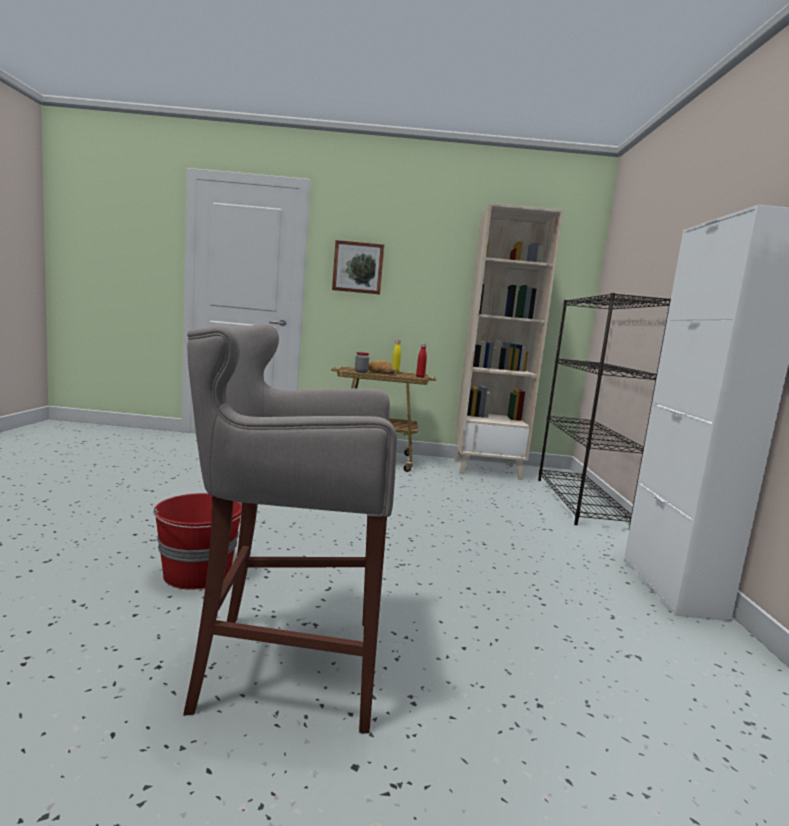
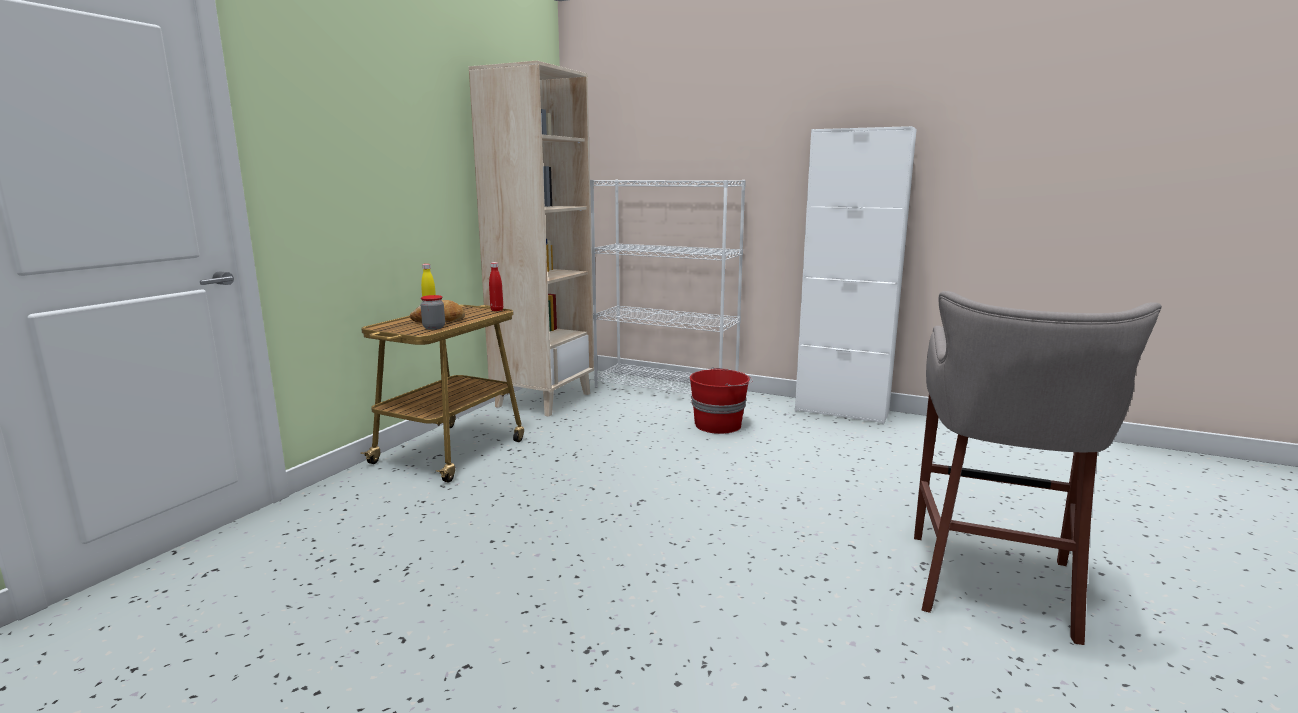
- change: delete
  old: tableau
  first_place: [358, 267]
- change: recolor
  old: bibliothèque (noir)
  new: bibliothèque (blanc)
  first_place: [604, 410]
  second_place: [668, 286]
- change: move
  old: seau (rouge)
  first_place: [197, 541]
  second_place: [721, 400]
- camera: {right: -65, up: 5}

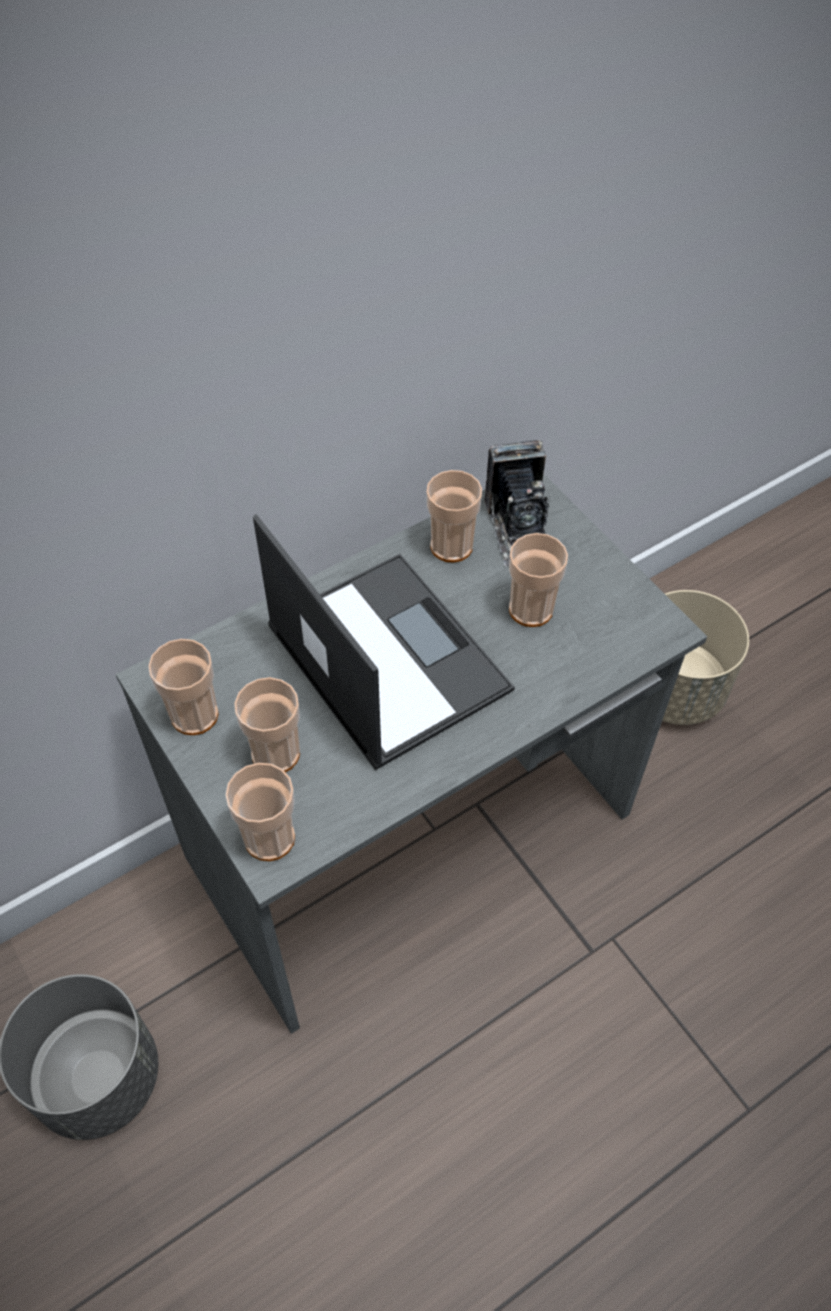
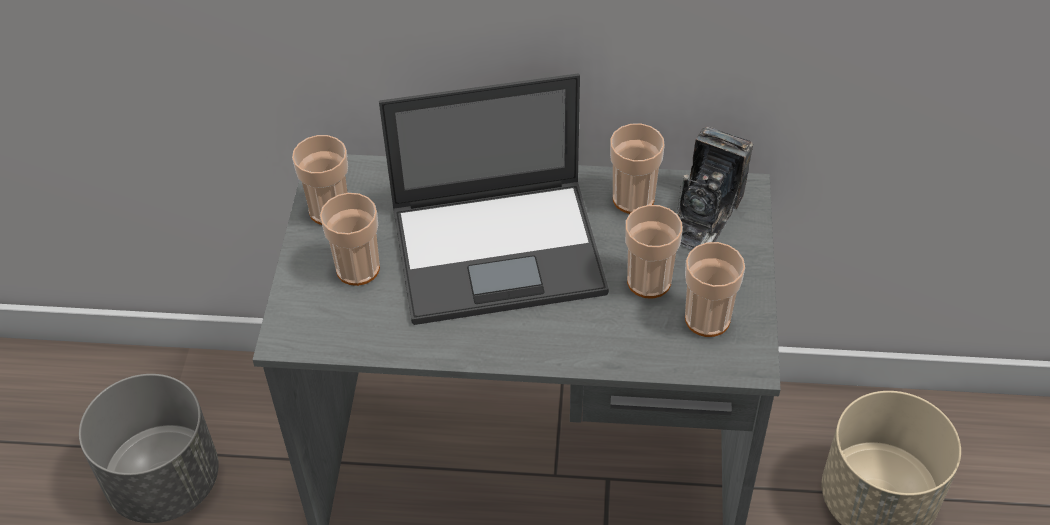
- change: rotate
  old: ordinateur portable
  first_place: [384, 642]
  second_place: [494, 199]
  degrees: 75
- change: move
  old: tasse
  first_place: [260, 812]
  second_place: [715, 289]
- camera: {right: 40, up: -5}

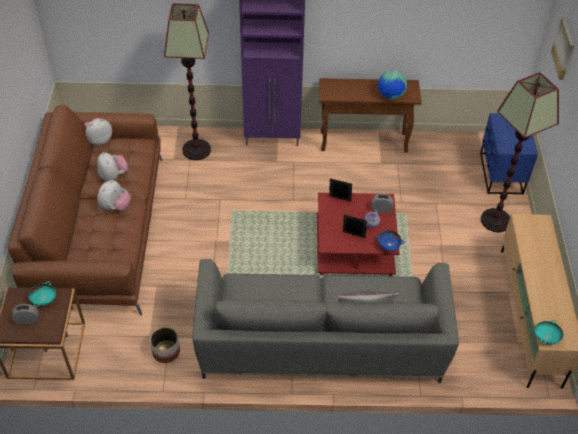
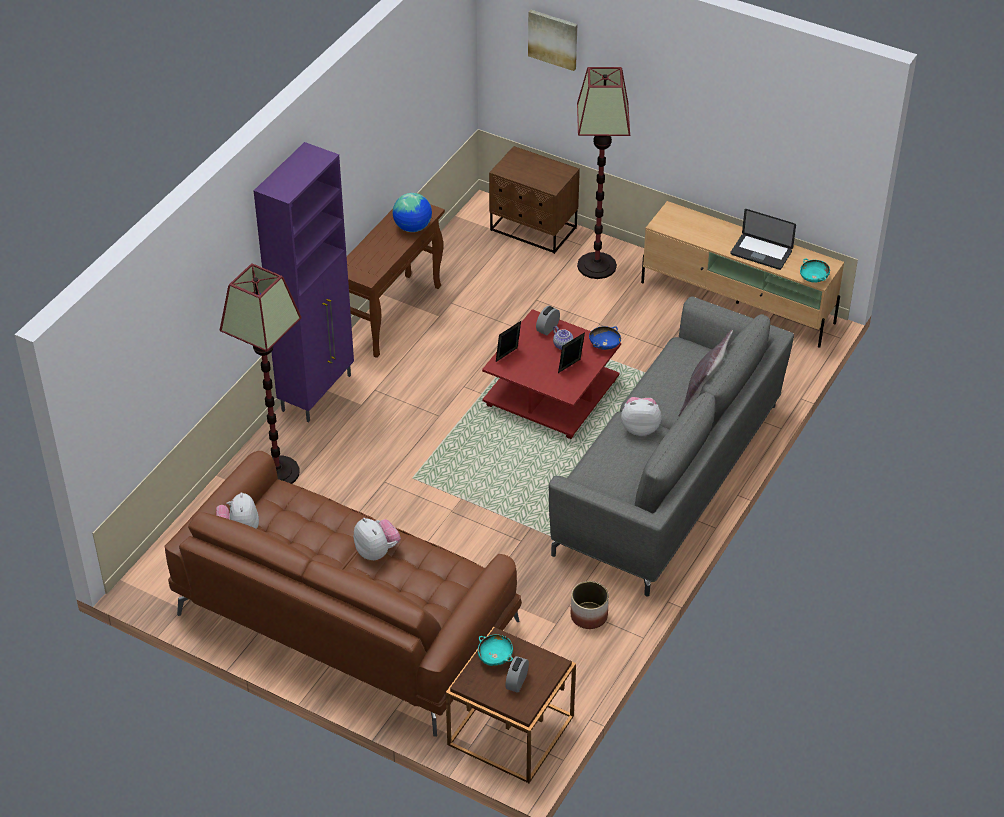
- change: recolor
  old: table de chevet (bleu)
  new: table de chevet (marron)
  first_place: [509, 154]
  second_place: [534, 200]
- change: move
  old: peluche
  first_place: [113, 166]
  second_place: [641, 416]
- change: insert
  new: ordinateur portable
  second_place: [763, 239]
- camera: {right: -60, up: -5}

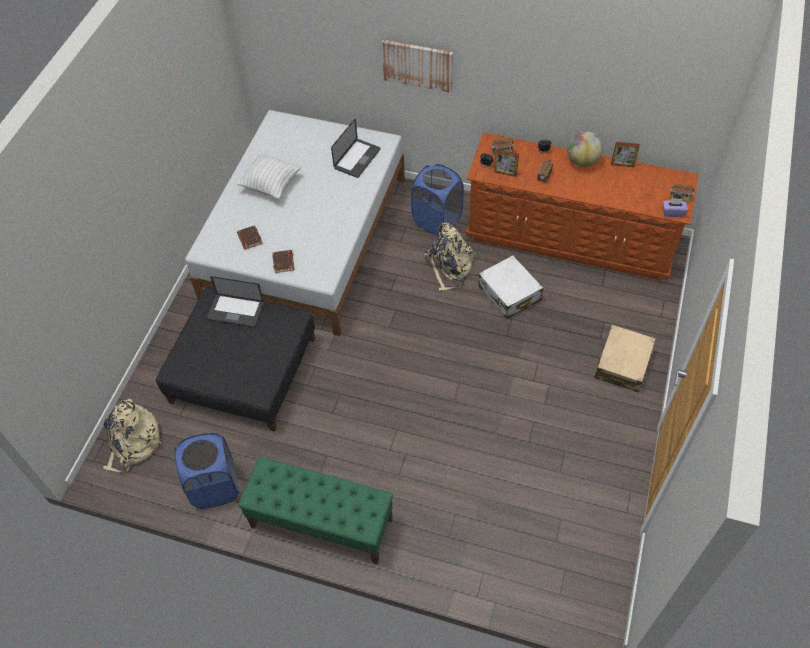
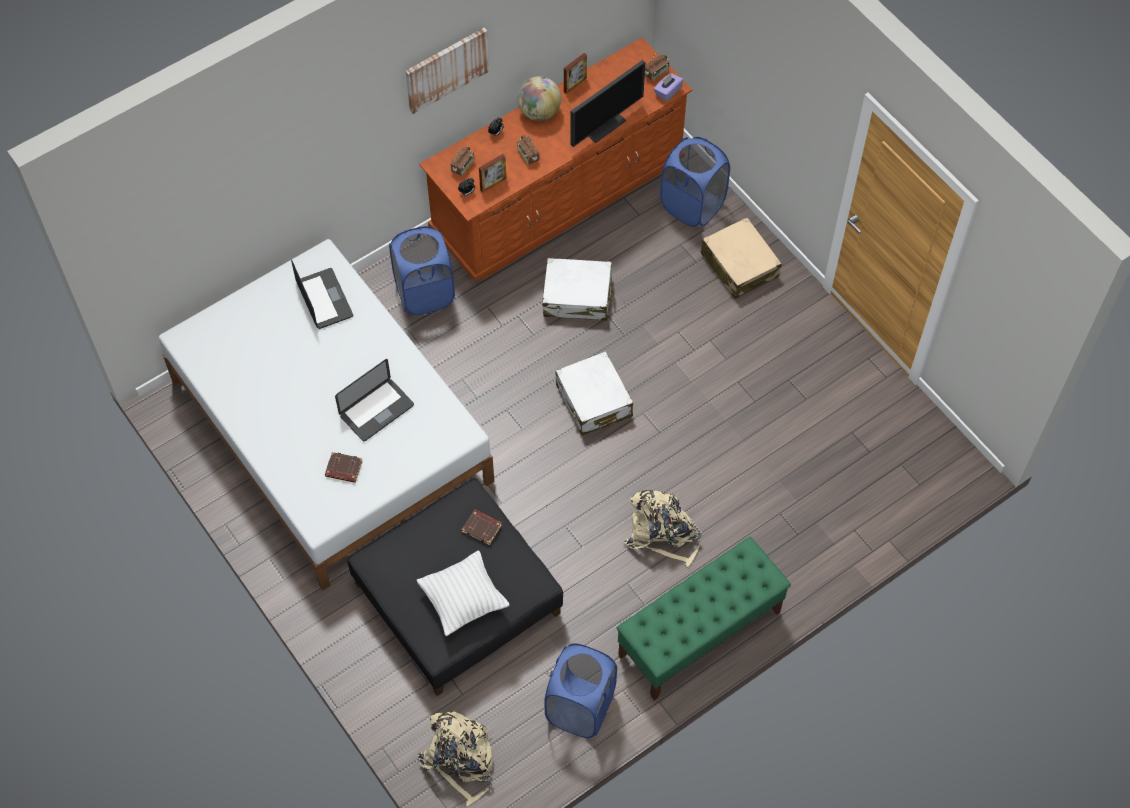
- change: move
  old: tableau
  first_place: [417, 66]
  second_place: [447, 71]
- change: move
  old: coussin (blanc)
  first_place: [268, 176]
  second_place: [463, 593]
- change: move
  old: sac à dos (beige)
  first_place: [450, 256]
  second_place: [662, 528]
- change: move
  old: livre (marron)
  first_place: [283, 261]
  second_place: [482, 527]
- change: move
  old: ordinateur portable
  first_place: [235, 301]
  second_place: [374, 400]
- change: insert
  new: écran d'ordinateur
  second_place: [607, 103]
- change: insert
  new: panier à linge (bleu)
  second_place: [695, 182]
- change: insert
  new: valise (blanc)
  second_place: [594, 393]
- camera: {right: -55, up: 5}

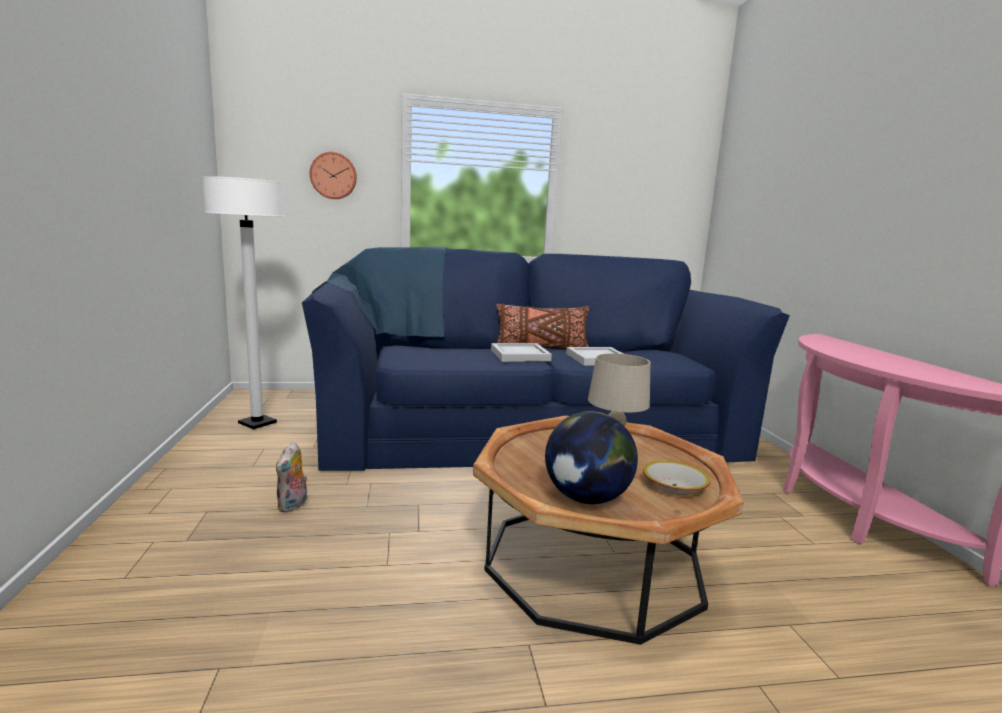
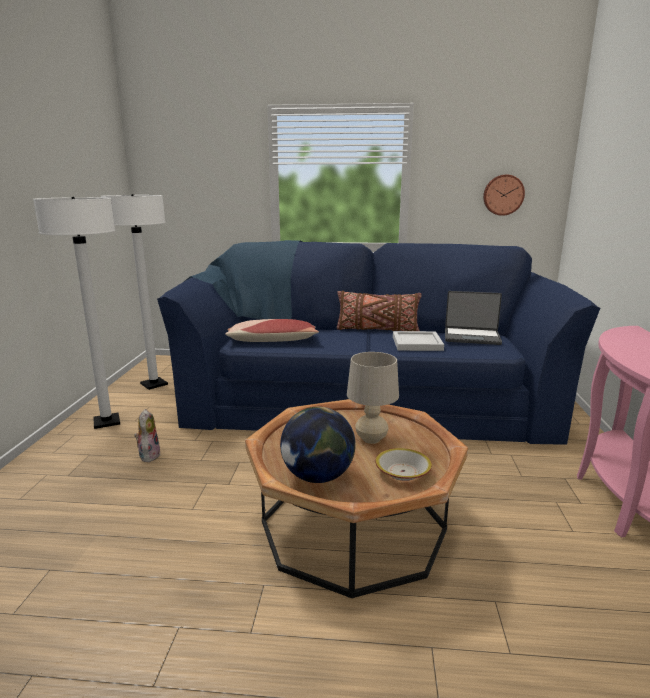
- change: move
  old: horloge murale
  first_place: [333, 175]
  second_place: [504, 195]
- change: delete
  old: plateau (blanc)
  first_place: [521, 352]
- change: rotate
  old: peluche
  first_place: [291, 477]
  second_place: [147, 435]
  degrees: 150
- change: insert
  new: lampadaire (blanc)
  second_place: [76, 313]
- change: insert
  new: ordinateur portable
  second_place: [473, 318]
- change: insert
  new: coussin
  second_place: [272, 330]
- camera: {right: 15, up: 5}

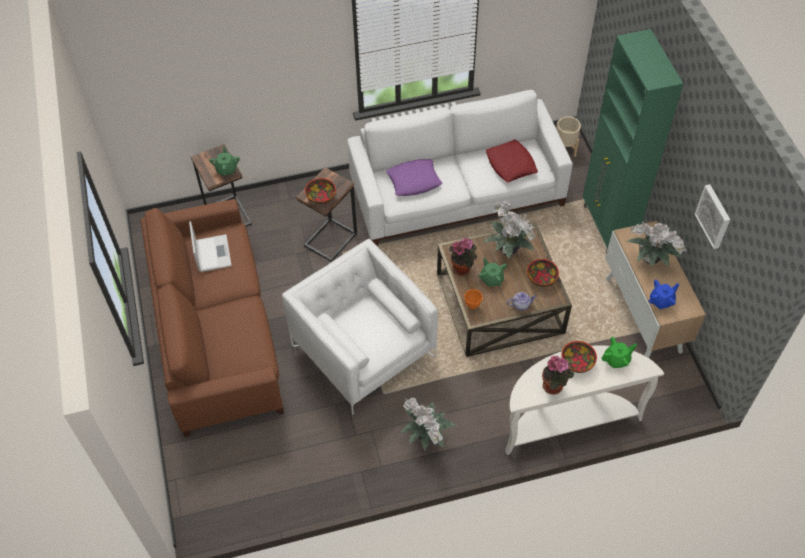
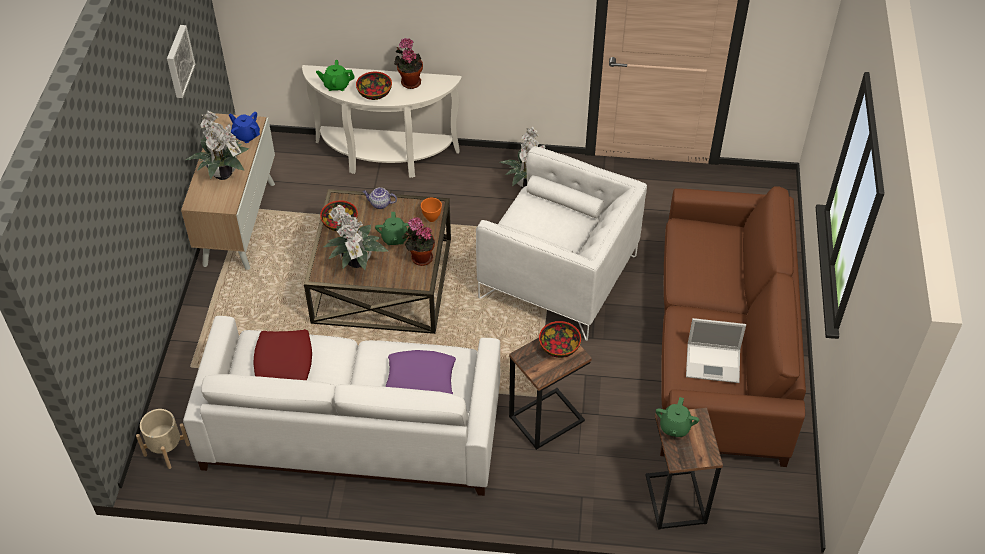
- change: delete
  old: meuble de rangement (vert)
  first_place: [633, 141]
- change: rotate
  old: ordinateur portable
  first_place: [210, 246]
  second_place: [716, 350]
  degrees: -90
- change: rotate
  old: fauteuil (blanc)
  first_place: [360, 327]
  second_place: [561, 243]
  degrees: -45
- change: rotate
  old: théière (bleu)
  first_place: [664, 294]
  second_place: [244, 127]
  degrees: 45
- camera: {right: -160, up: -5}

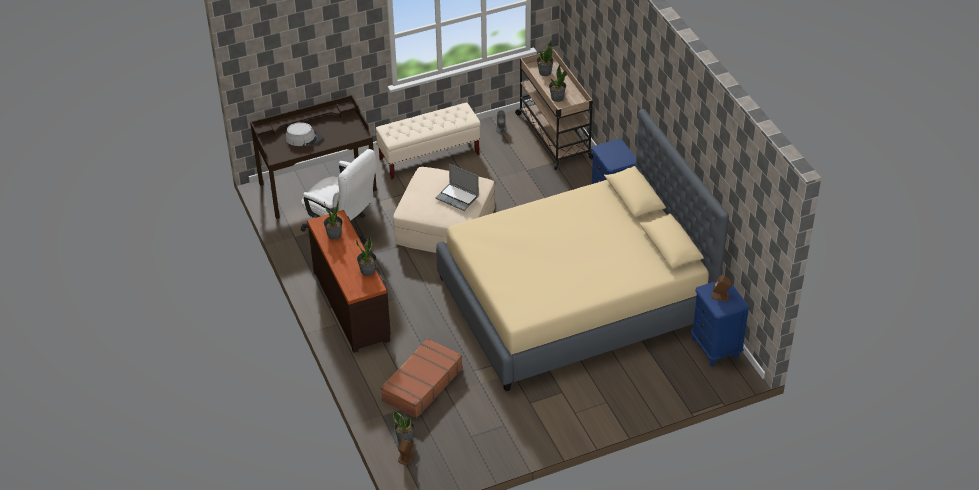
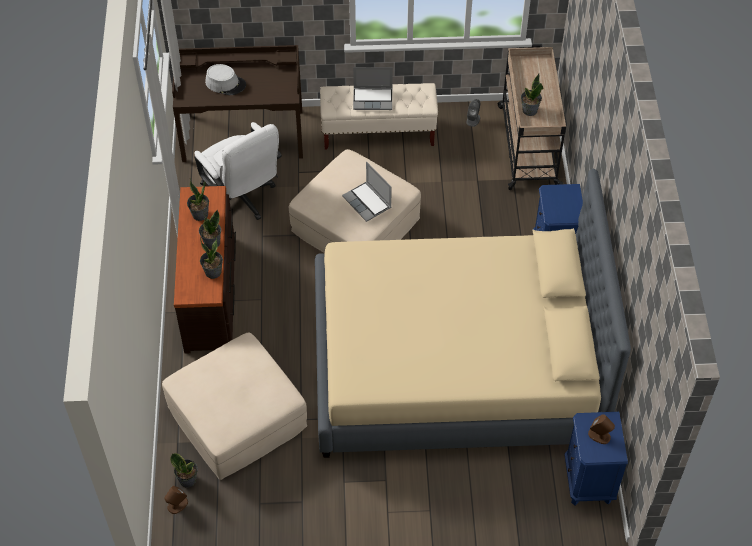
- change: move
  old: plante en pot
  first_place: [545, 58]
  second_place: [210, 229]
- change: replace
  old: valise (marron)
  new: pouf (beige)
  first_place: [422, 378]
  second_place: [234, 406]
- change: insert
  new: ordinateur portable
  second_place: [373, 88]
- camera: {right: 20, up: 10}

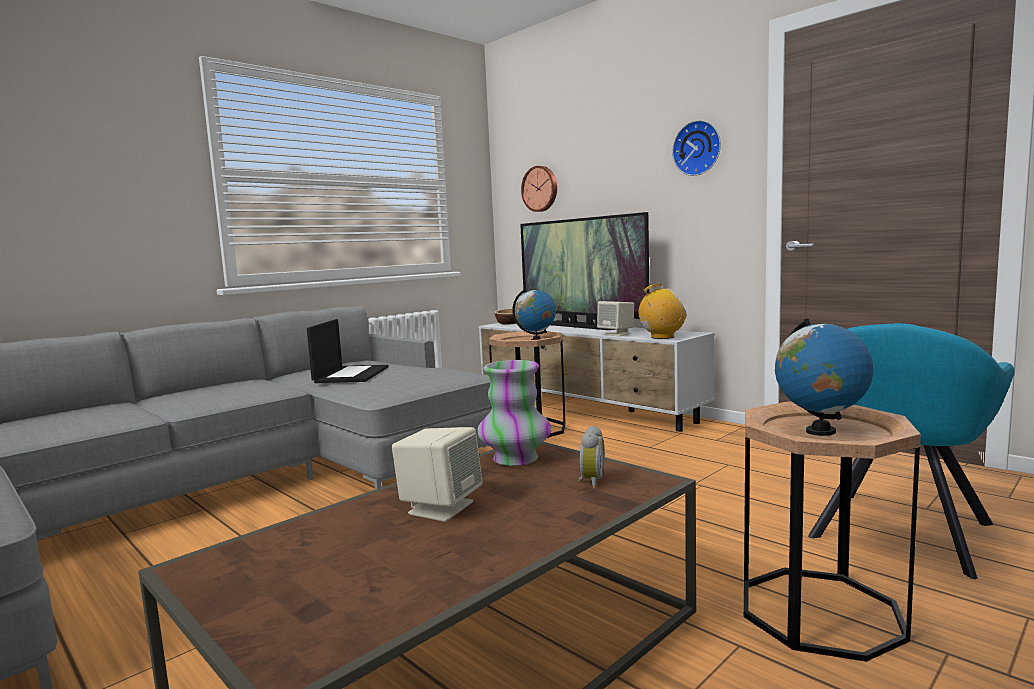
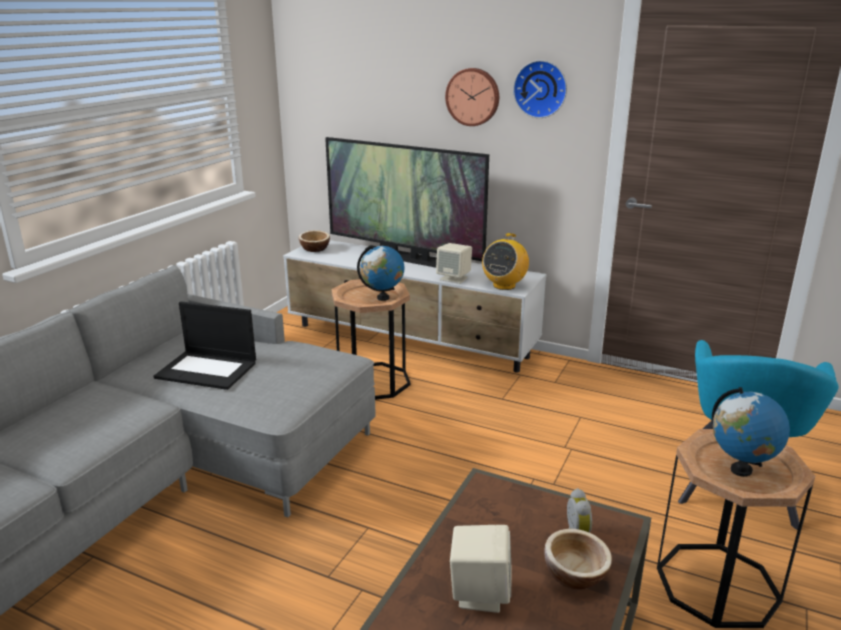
- change: move
  old: horloge murale
  first_place: [539, 189]
  second_place: [472, 97]
- change: rotate
  old: radio
  first_place: [662, 311]
  second_place: [505, 261]
  degrees: 150
- change: rotate
  old: ordinateur portable
  first_place: [348, 351]
  second_place: [204, 345]
  degrees: 120
- change: delete
  old: vase
  first_place: [514, 413]
- change: insert
  new: bol
  second_place: [578, 559]
- camera: {right: -20, up: 15}

